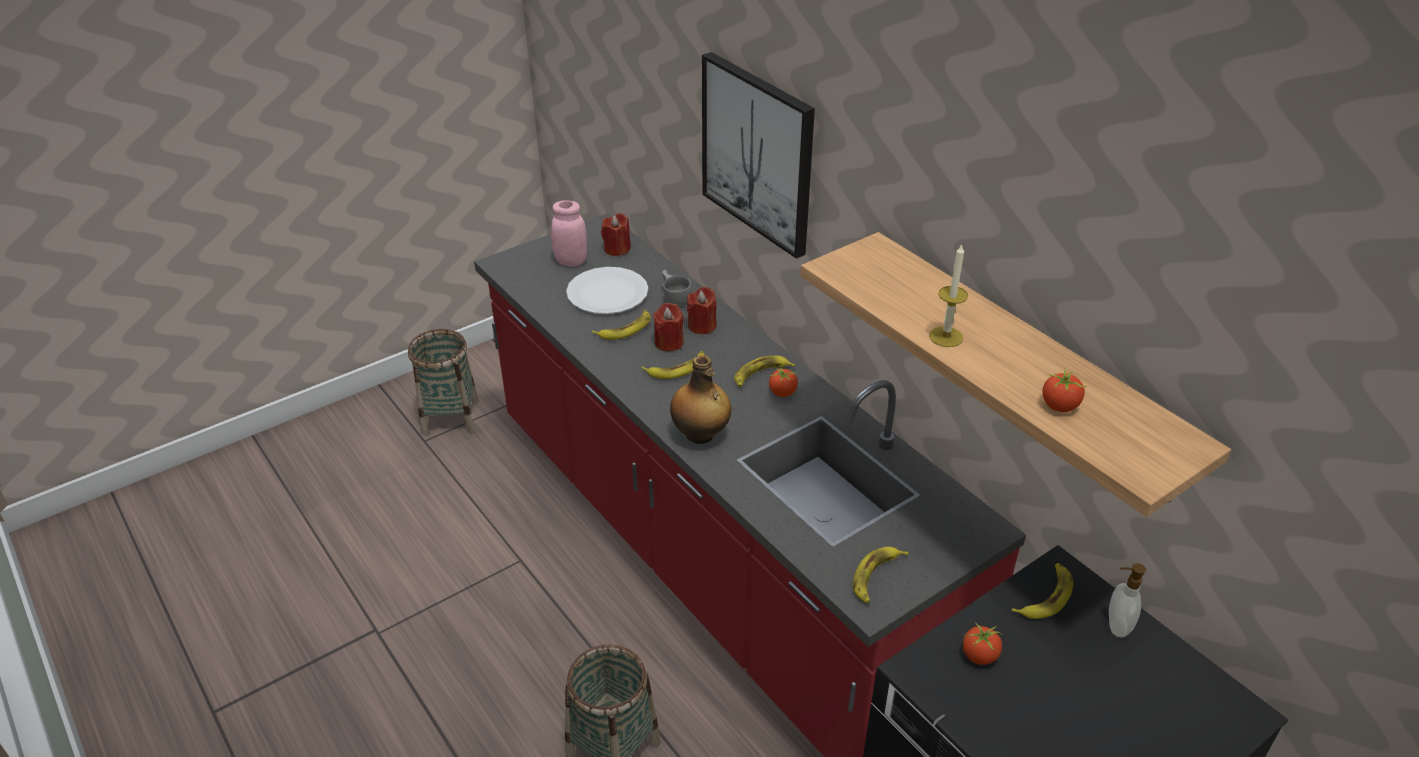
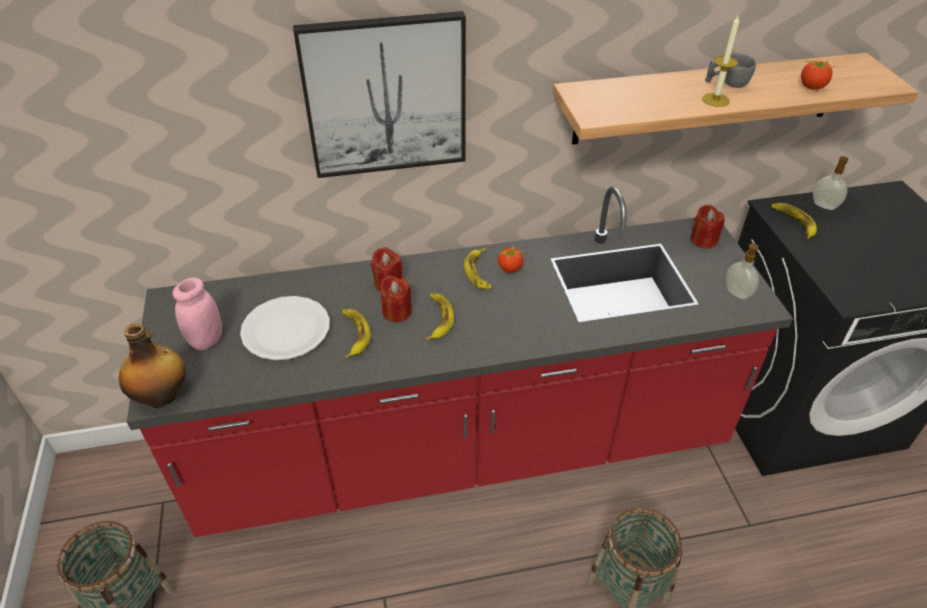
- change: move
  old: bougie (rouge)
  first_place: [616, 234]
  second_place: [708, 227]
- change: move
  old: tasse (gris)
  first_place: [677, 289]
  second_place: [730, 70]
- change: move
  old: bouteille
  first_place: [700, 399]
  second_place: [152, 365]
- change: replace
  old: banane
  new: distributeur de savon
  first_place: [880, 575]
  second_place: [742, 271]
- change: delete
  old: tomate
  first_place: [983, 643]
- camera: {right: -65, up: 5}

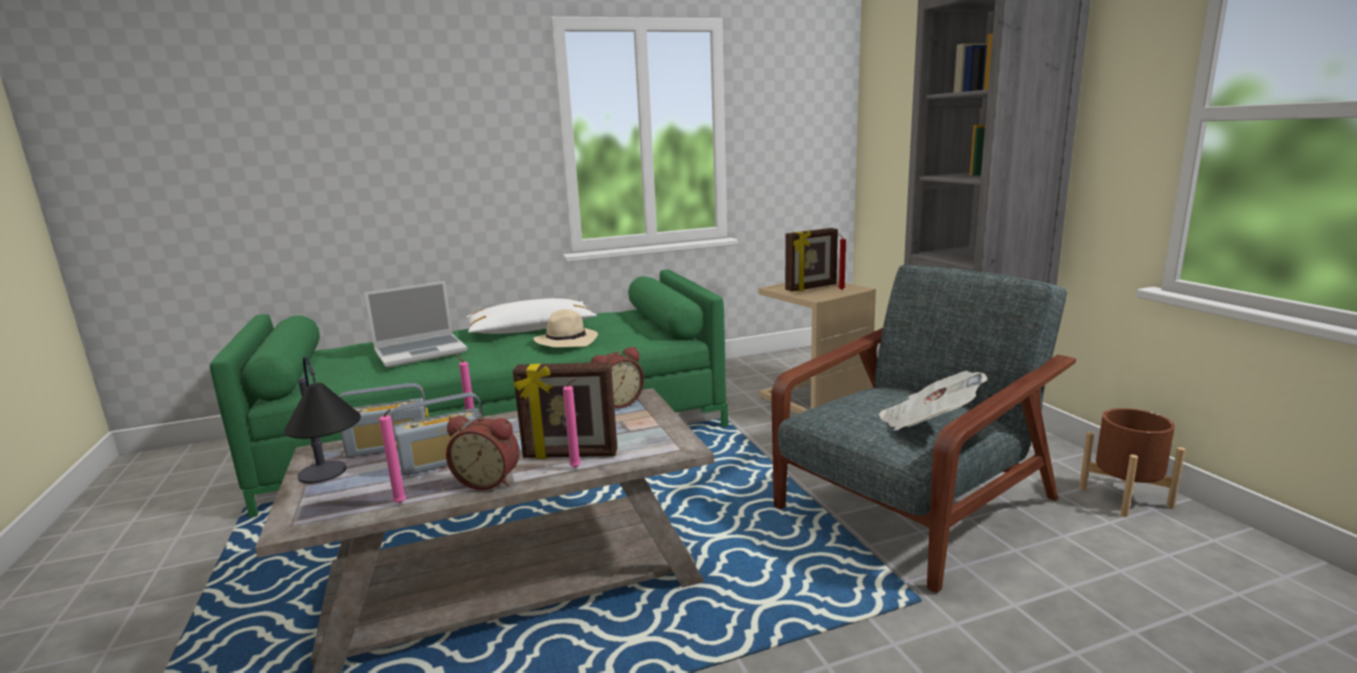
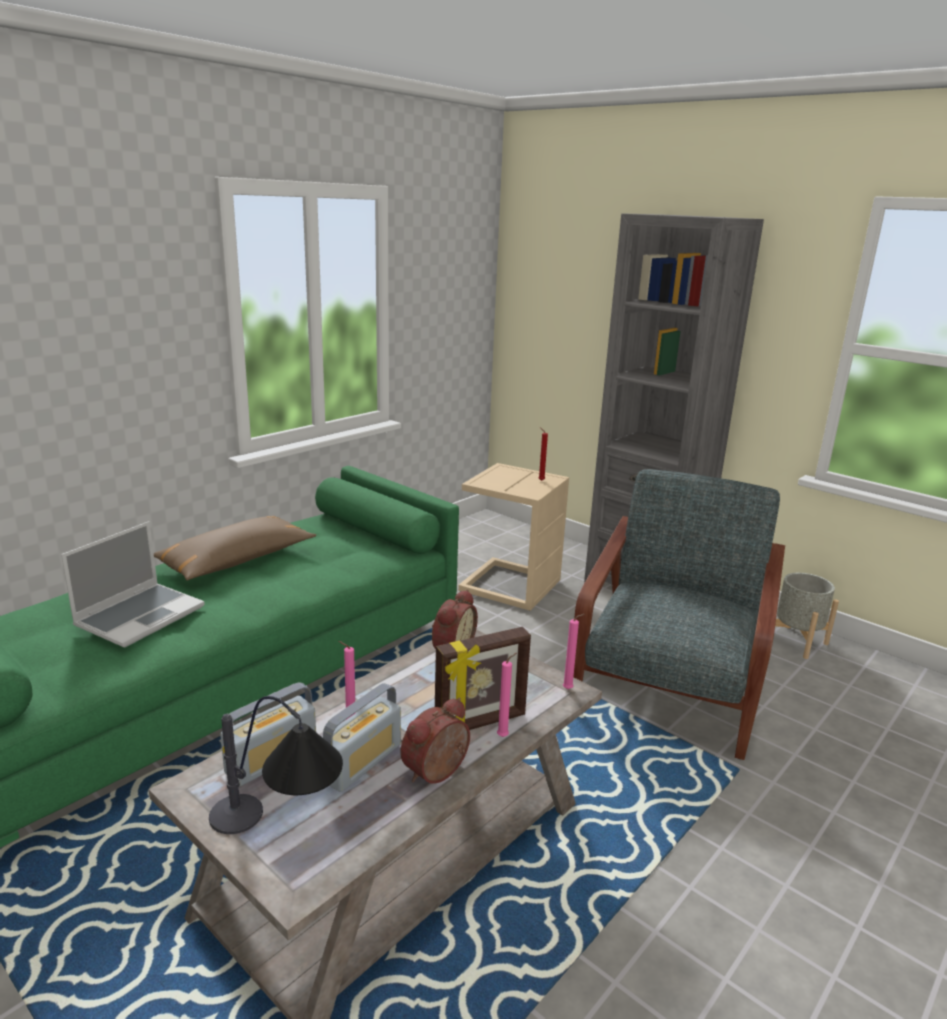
- change: delete
  old: cadre photo
  first_place: [811, 260]
- change: recolor
  old: coussin (blanc)
  new: coussin (marron)
  first_place: [531, 316]
  second_place: [235, 548]
- change: delete
  old: chapeau (beige)
  first_place: [565, 328]
- change: delete
  old: journal
  first_place: [933, 401]
- change: recolor
  old: cache-pot (marron)
  new: cache-pot (gris)
  first_place: [1132, 462]
  second_place: [807, 616]
- change: move
  old: bougie (rose)
  first_place: [392, 456]
  second_place: [573, 651]
- change: rotate
  old: réveil
  first_place: [483, 453]
  second_place: [435, 741]
  degrees: 150
- camera: {right: -30, up: 5}

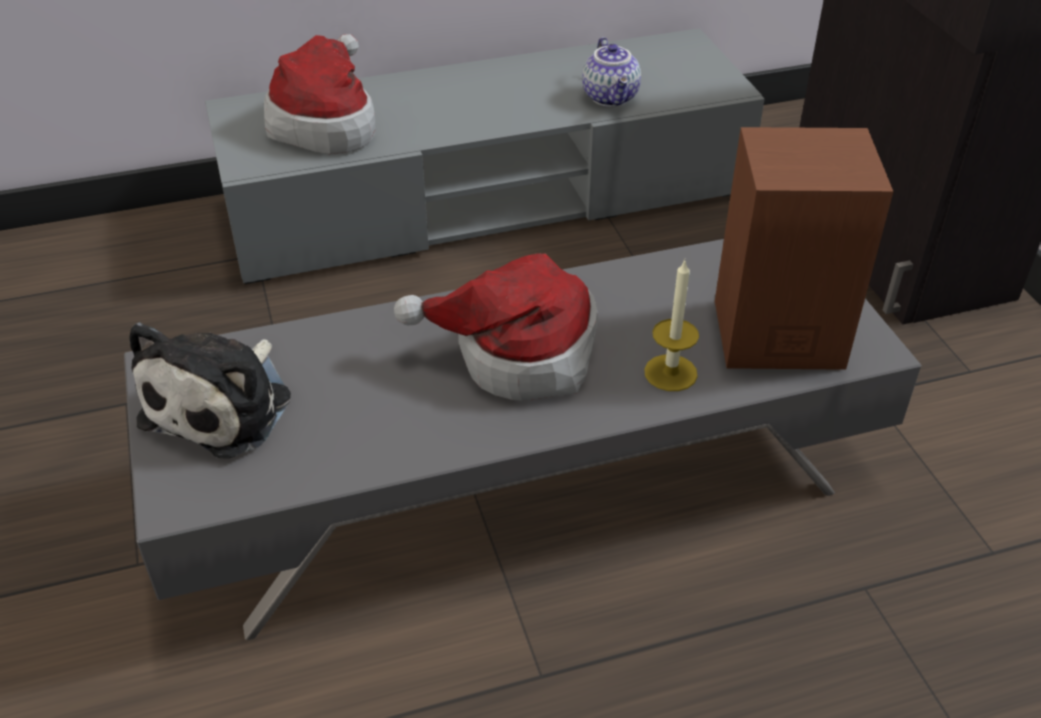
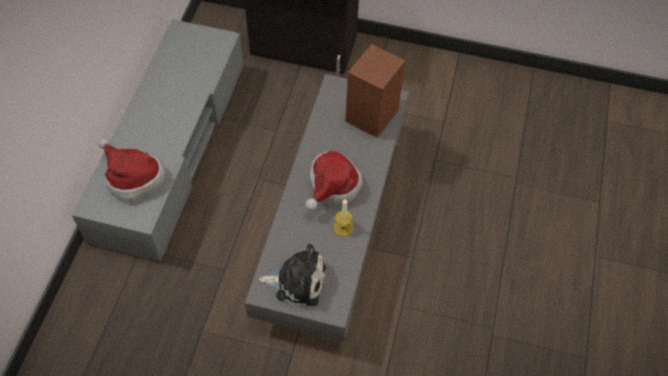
- change: delete
  old: théière
  first_place: [611, 72]
- change: move
  old: bougie
  first_place: [671, 325]
  second_place: [343, 217]
- change: rotate
  old: peluche
  first_place: [210, 390]
  second_place: [292, 275]
  degrees: -45
- camera: {right: -60, up: 15}

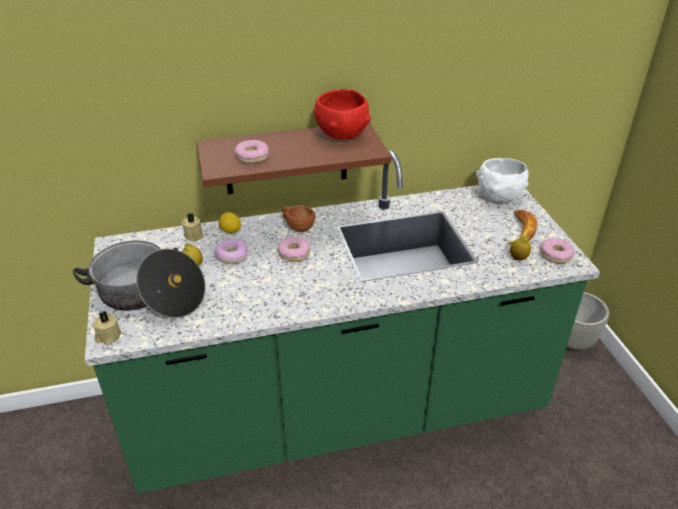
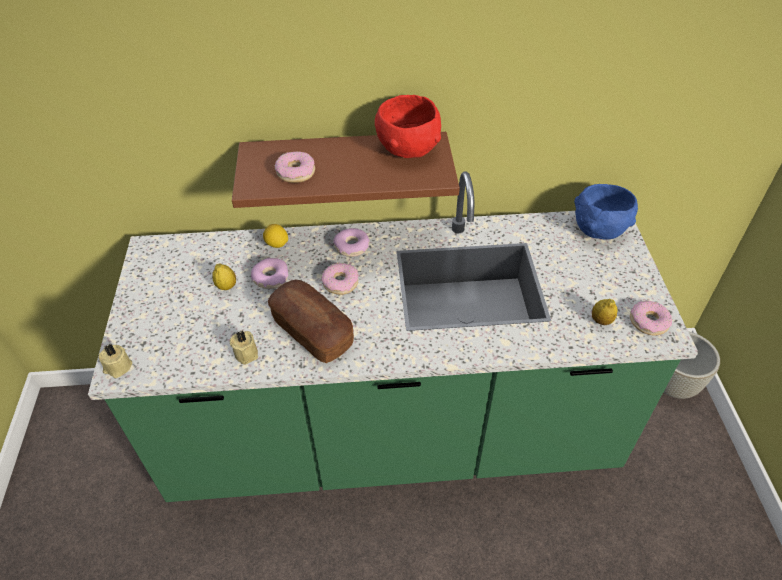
- change: recolor
  old: bol (blanc)
  new: bol (bleu)
  first_place: [502, 180]
  second_place: [606, 212]
- change: replace
  old: tasse (marron)
  new: beignet
  first_place: [298, 218]
  second_place: [351, 242]
- change: delete
  old: banane
  first_place: [522, 227]
- change: move
  old: bougie (beige)
  first_place: [193, 227]
  second_place: [244, 348]
- change: delete
  old: marmite
  first_place: [139, 279]
- change: insert
  new: pain
  second_place: [311, 321]
- camera: {right: 10, up: 10}

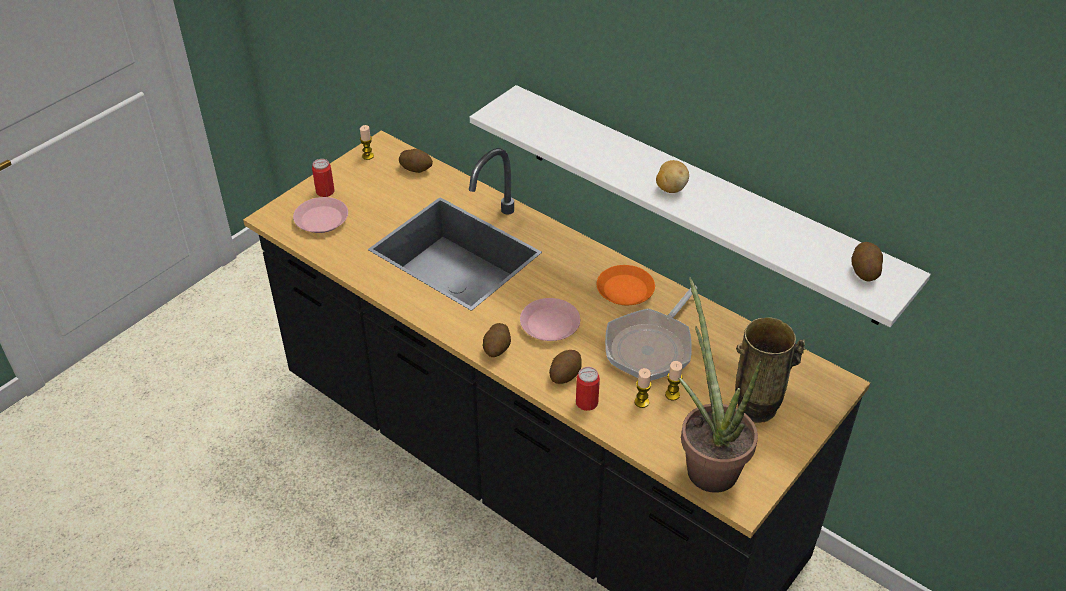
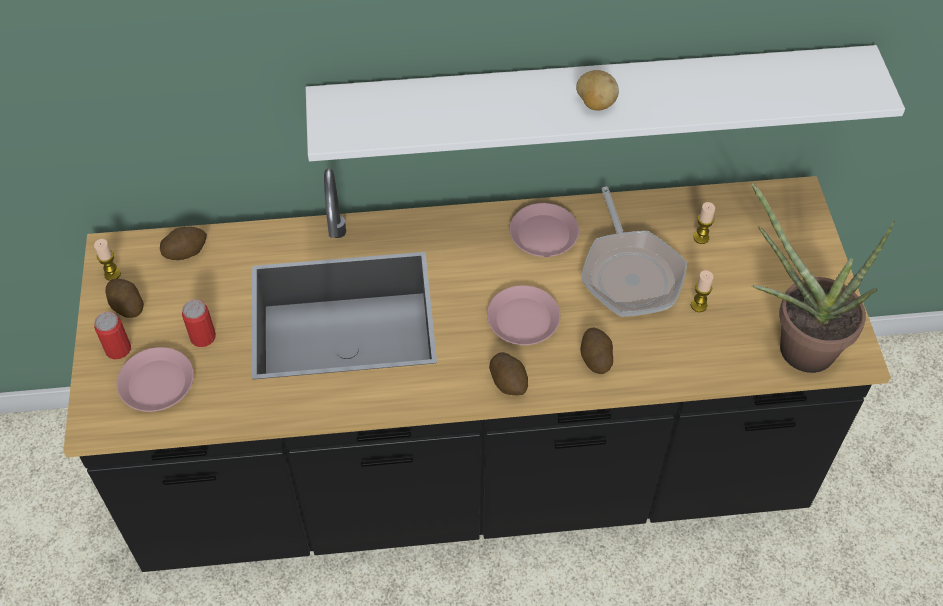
- change: move
  old: pomme de terre
  first_place: [867, 261]
  second_place: [124, 298]
- change: recolor
  old: assiette (orange)
  new: assiette (rose)
  first_place: [626, 285]
  second_place: [544, 230]
- change: delete
  old: vase
  first_place: [770, 370]
- change: move
  old: boîte métallique
  first_place: [588, 389]
  second_place: [199, 323]
- change: move
  old: bougie
  first_place: [643, 388]
  second_place: [704, 223]
- camera: {right: -45, up: 10}

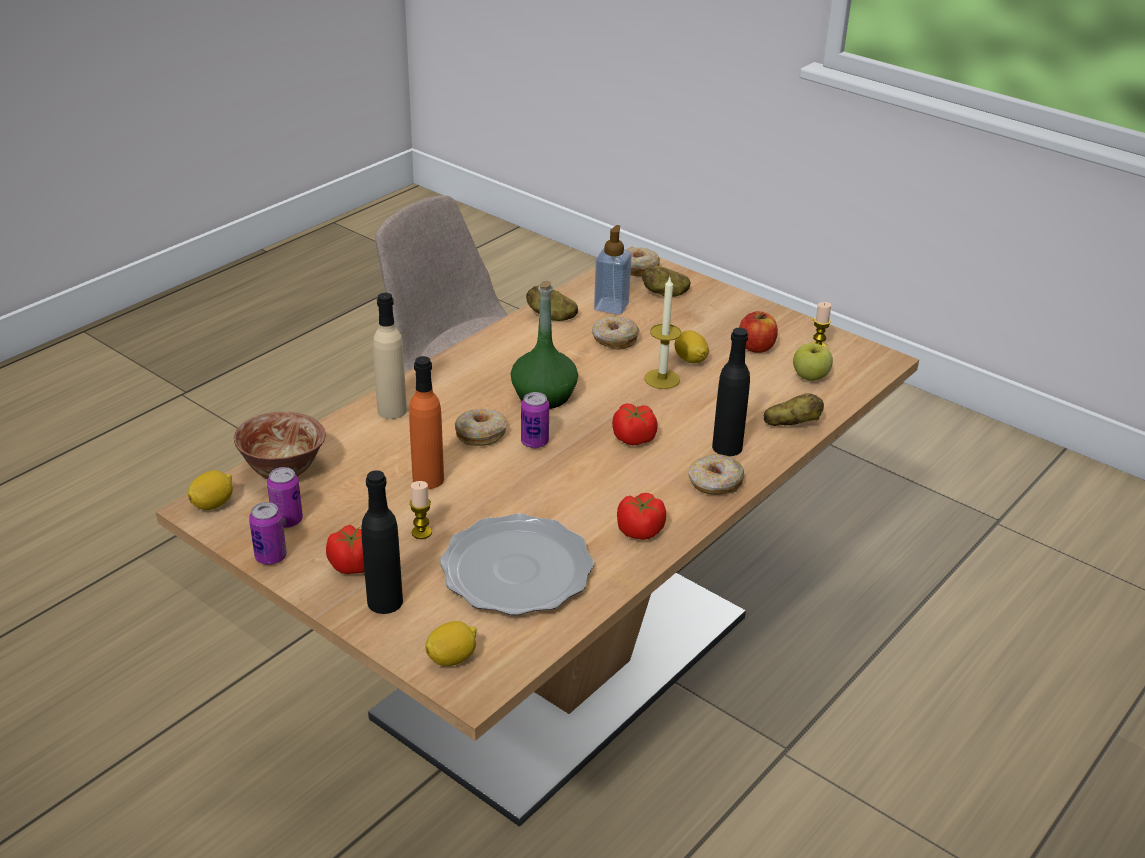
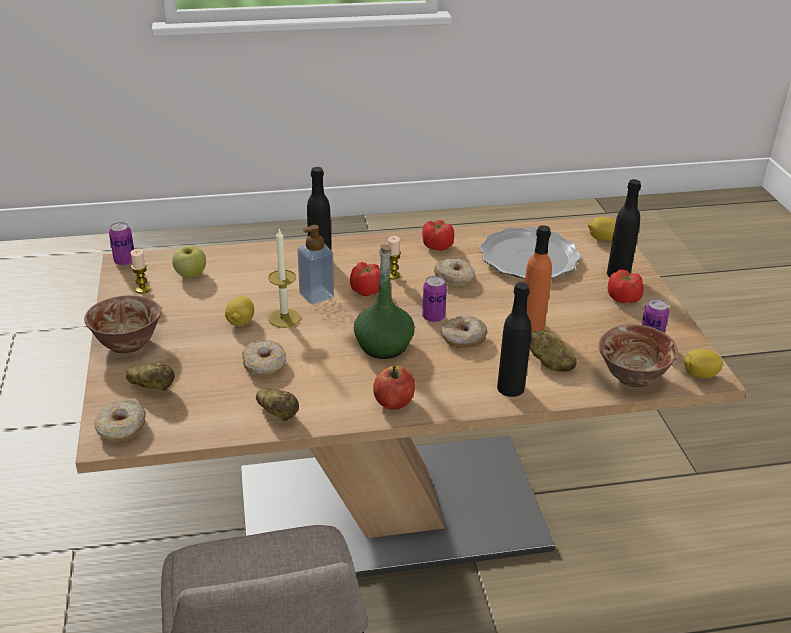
- change: move
  old: distributeur de savon
  first_place: [613, 270]
  second_place: [315, 264]
- change: recolor
  old: bouteille (beige)
  new: bouteille (noir)
  first_place: [390, 356]
  second_place: [514, 339]
- change: move
  old: pomme
  first_place: [758, 332]
  second_place: [394, 387]
- change: move
  old: pomme de terre
  first_place: [794, 409]
  second_place: [553, 351]
- change: move
  old: beignet
  first_place: [716, 474]
  second_place: [454, 273]
- change: move
  old: bougie
  first_place: [421, 510]
  second_place: [394, 257]
- change: move
  old: boîte métallique
  first_place: [268, 533]
  second_place: [121, 244]
- change: insert
  new: bol
  second_place: [123, 324]
- camera: {right: -140, up: 0}

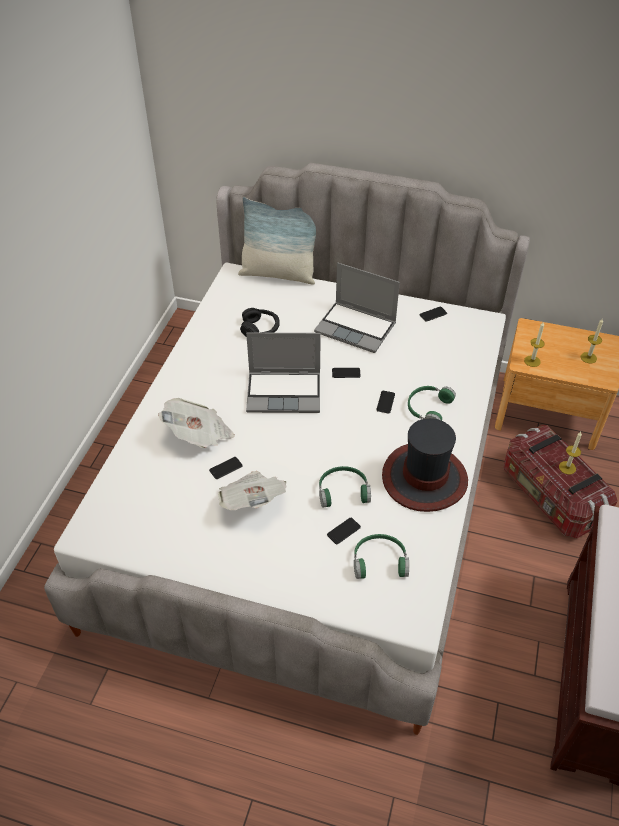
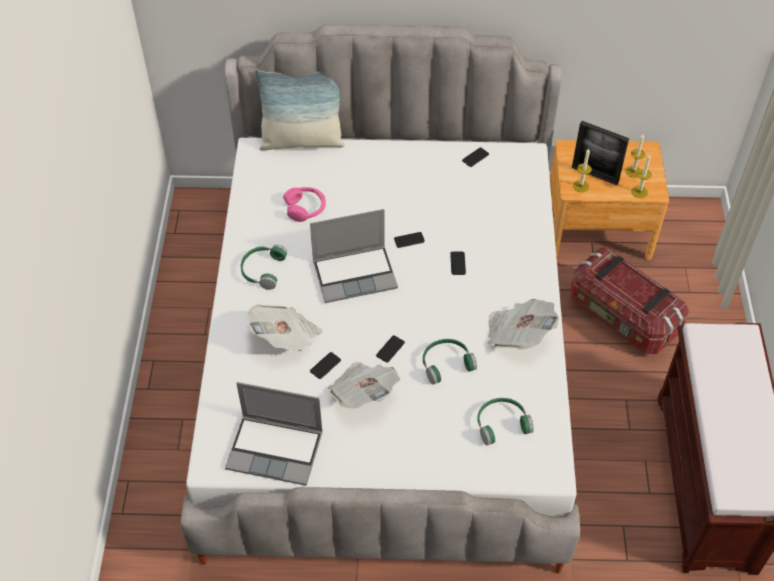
- change: move
  old: ordinateur portable
  first_place: [357, 307]
  second_place: [274, 434]
- change: recolor
  old: casque audio (noir)
  new: casque audio (rose)
  first_place: [260, 322]
  second_place: [304, 204]
- change: move
  old: casque audio (vert)
  first_place: [432, 403]
  second_place: [264, 267]
- change: replace
  old: chapeau
  new: journal
  first_place: [425, 465]
  second_place: [523, 324]
- change: move
  old: bougie
  first_place: [570, 453]
  second_place: [641, 176]
- change: move
  old: téléphone
  first_place: [344, 531]
  second_place: [390, 349]
- change: insert
  new: cadre photo
  second_place: [600, 153]
- camera: {right: -15, up: 5}

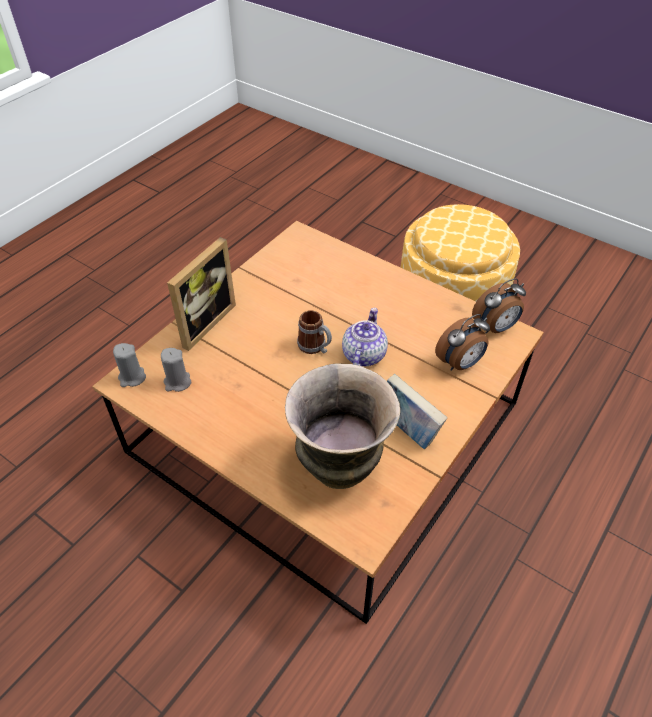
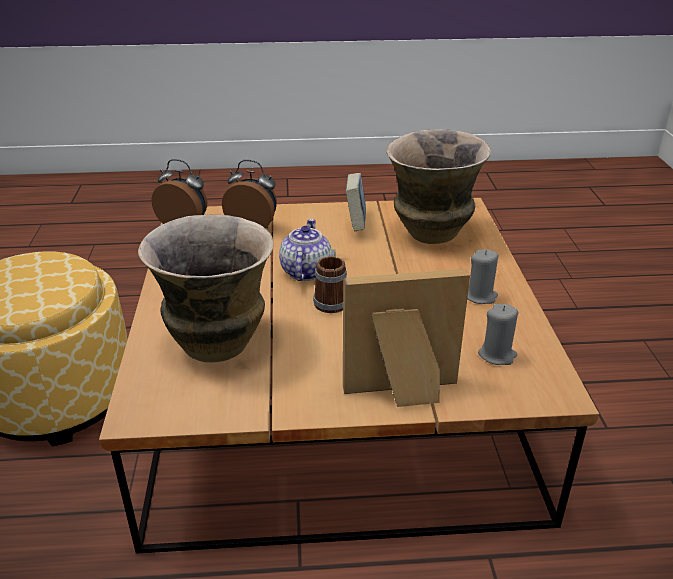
- change: rotate
  old: théière
  first_place: [365, 337]
  second_place: [305, 250]
  degrees: 120
- change: move
  old: bougie (gris)
  first_place: [129, 365]
  second_place: [482, 276]
- change: insert
  new: vase
  second_place: [206, 288]
- camera: {right: -130, up: -15}

